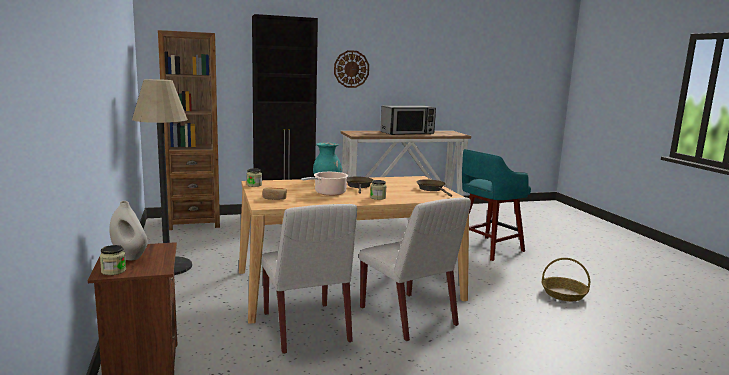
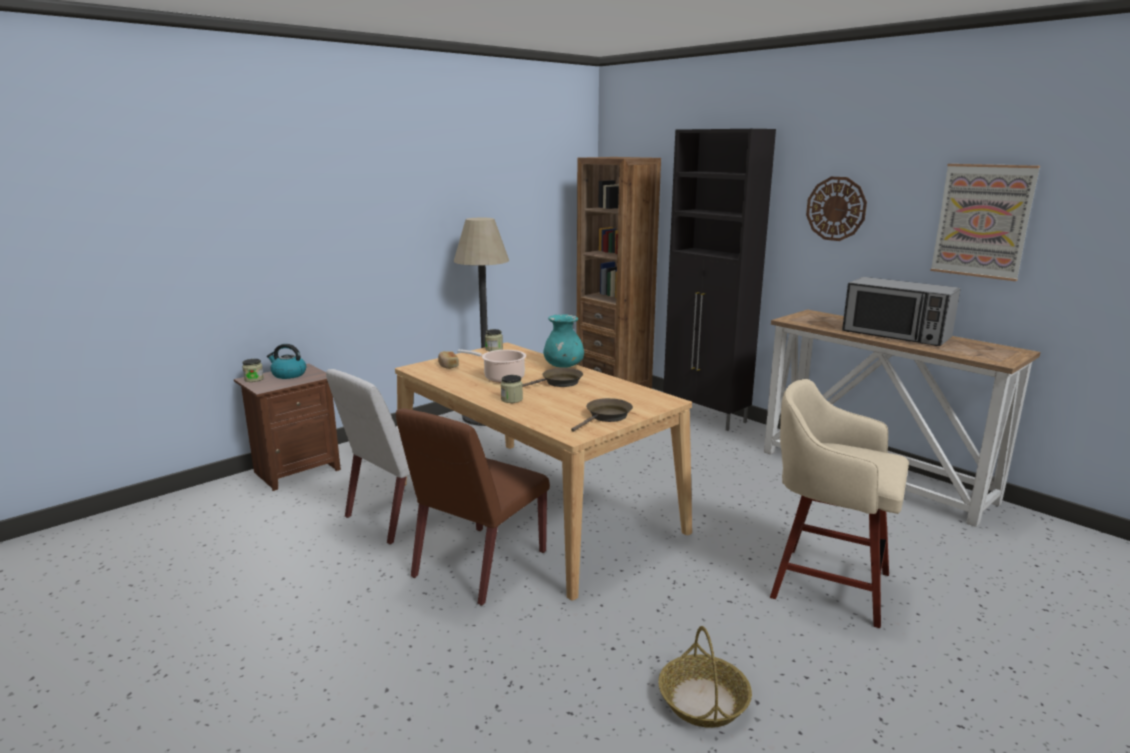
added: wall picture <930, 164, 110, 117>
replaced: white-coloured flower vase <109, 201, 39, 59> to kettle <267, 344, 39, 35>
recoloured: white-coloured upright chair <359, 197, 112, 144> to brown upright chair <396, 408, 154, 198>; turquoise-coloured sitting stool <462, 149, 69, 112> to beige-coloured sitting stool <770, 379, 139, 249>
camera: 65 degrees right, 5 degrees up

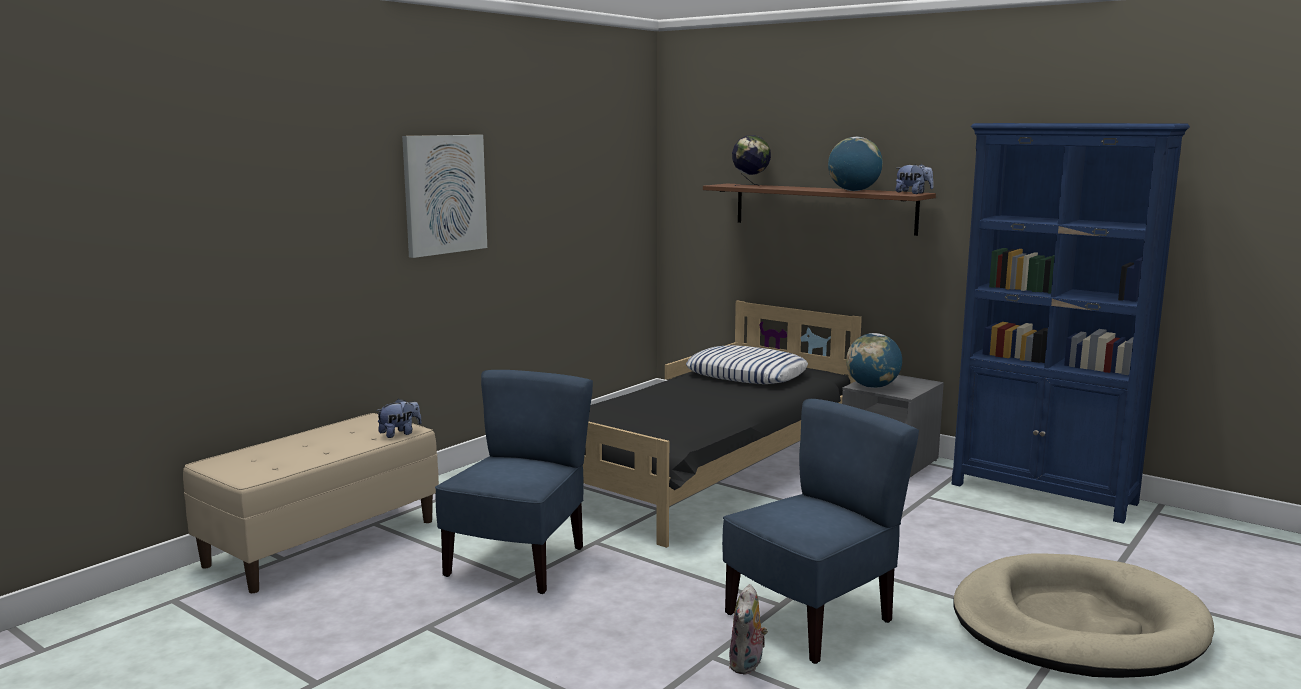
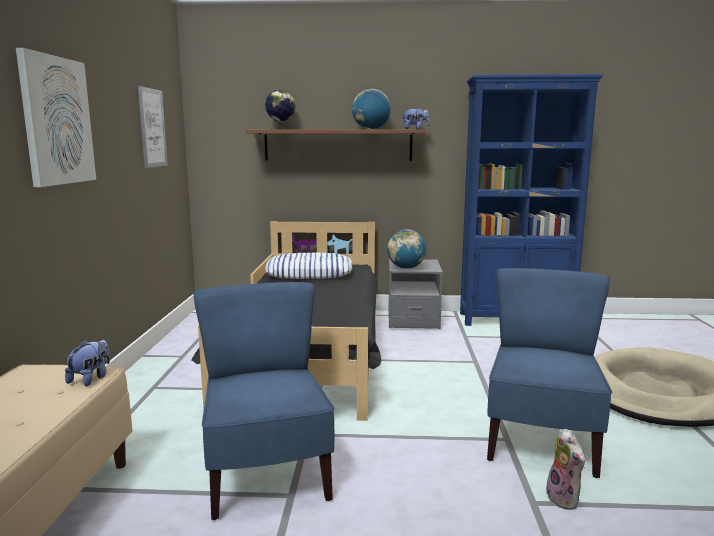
added: wall picture <138, 86, 30, 82>
camera: 35 degrees left, 0 degrees up

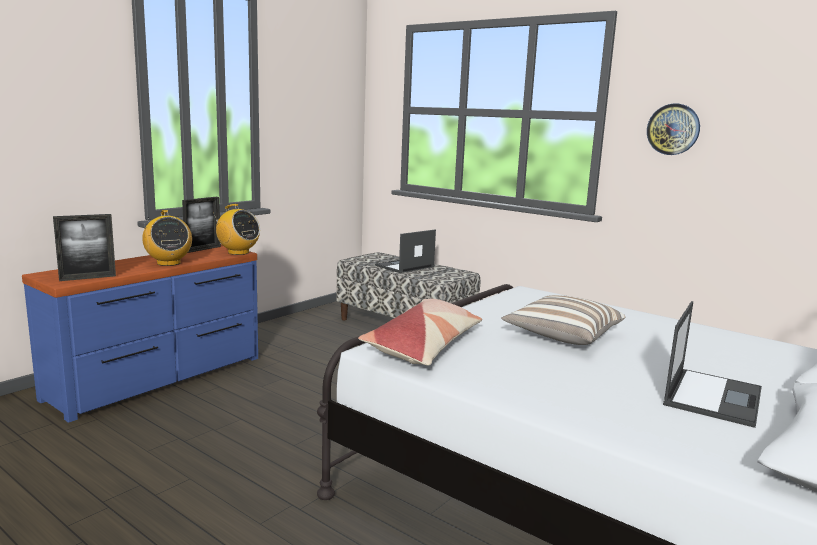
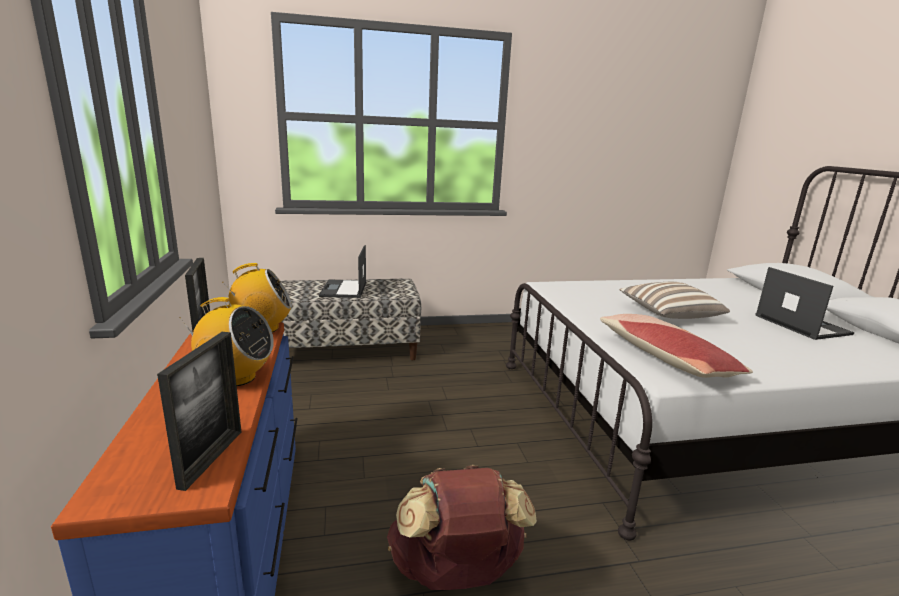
removed: hanging clock <647, 104, 53, 51>
added: brown rucksack <387, 465, 150, 125>
camera: 50 degrees left, 5 degrees up

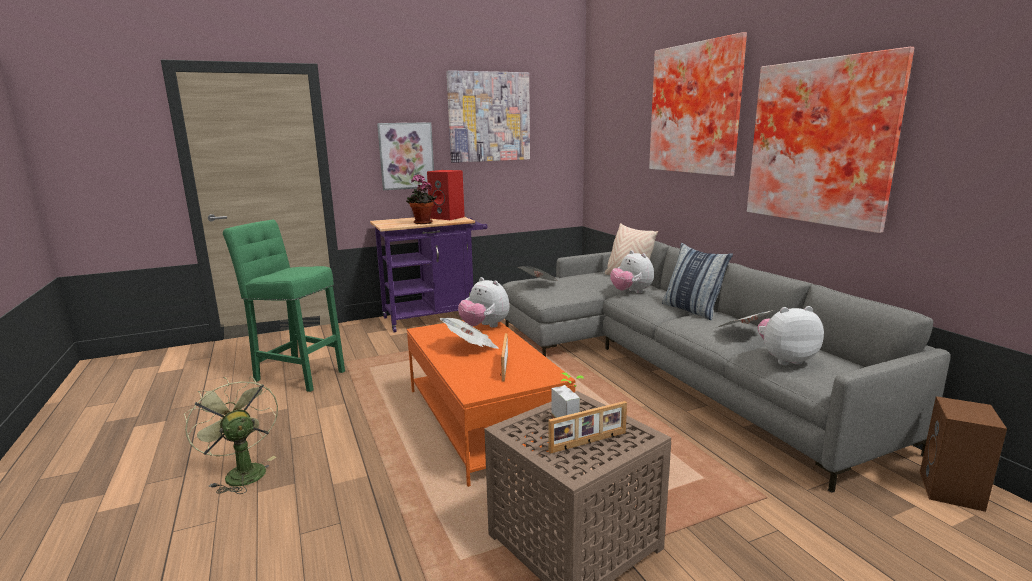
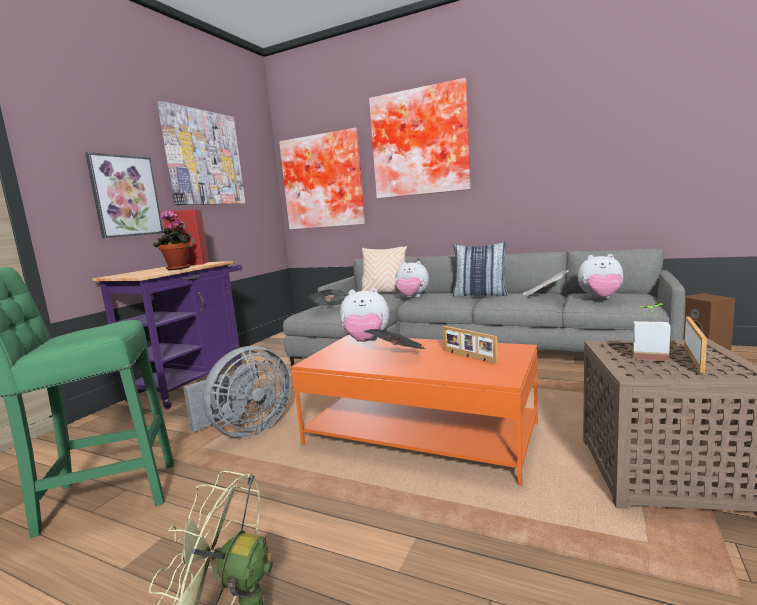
added: grey electric fan <183, 346, 108, 92>
moved: wall picture <747, 47, 167, 186> to <279, 128, 86, 101>
turned: plush toy <758, 306, 66, 59> = <578, 254, 45, 44> 120 degrees counterclockwise
camera: 40 degrees left, 5 degrees down

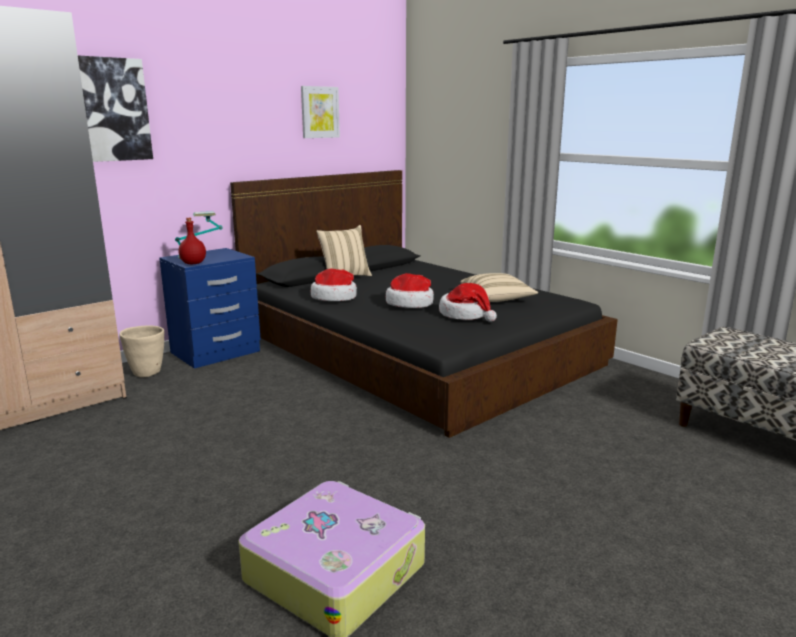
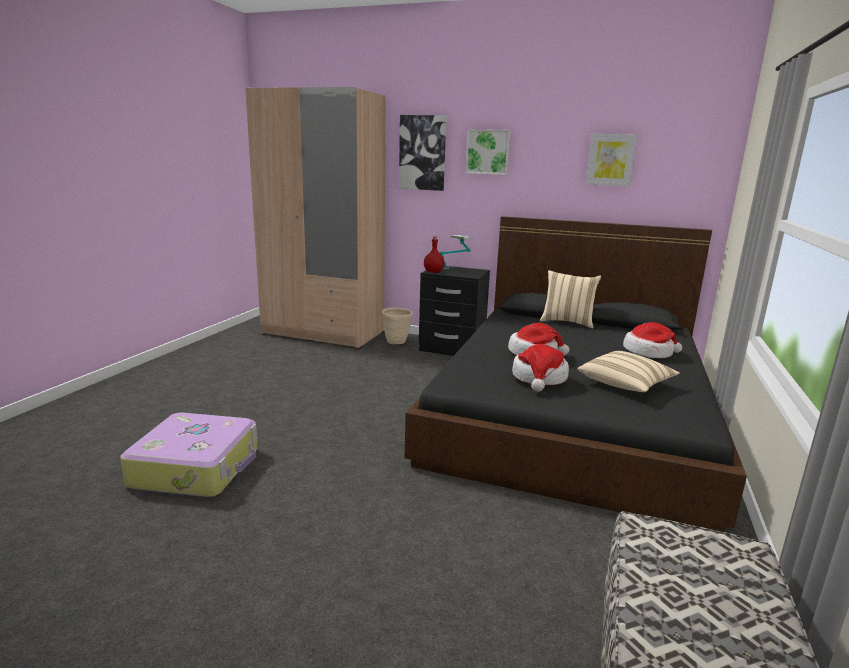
added: wall picture <466, 129, 45, 46>
moved: clothing hat <311, 268, 46, 33> to <623, 322, 59, 36>
recoloured: blue-coloured nightstand <159, 248, 102, 121> to blackish nightstand <419, 266, 71, 90>
camera: 60 degrees right, 0 degrees up

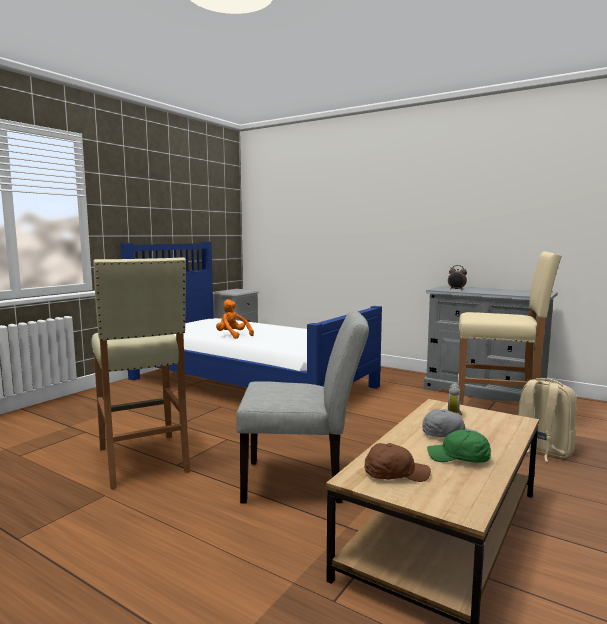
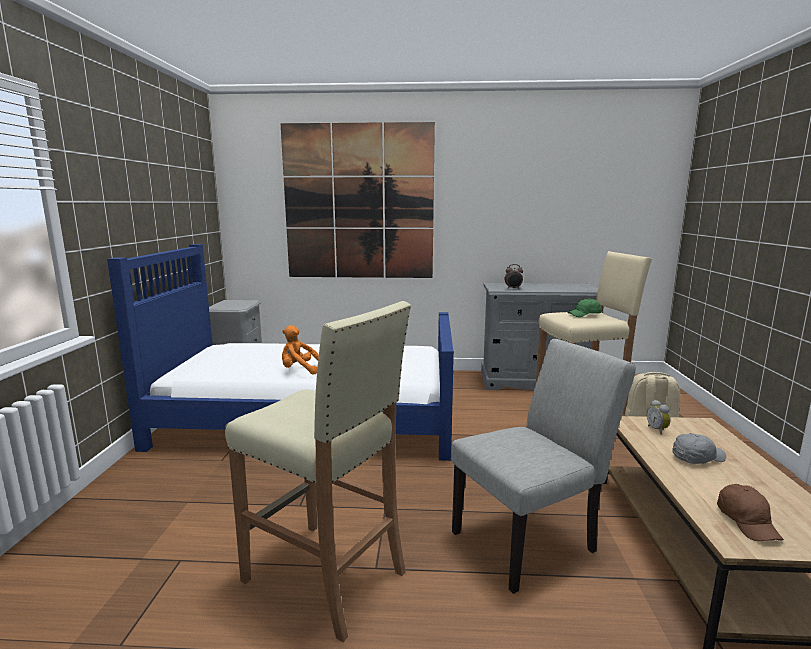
added: wall picture <281, 122, 154, 156>
moved: greenish cap <427, 430, 64, 33> to <567, 299, 34, 18>
turned: brown cap <364, 443, 67, 39> = <717, 484, 67, 57> 120 degrees clockwise
camera: 30 degrees left, 5 degrees up

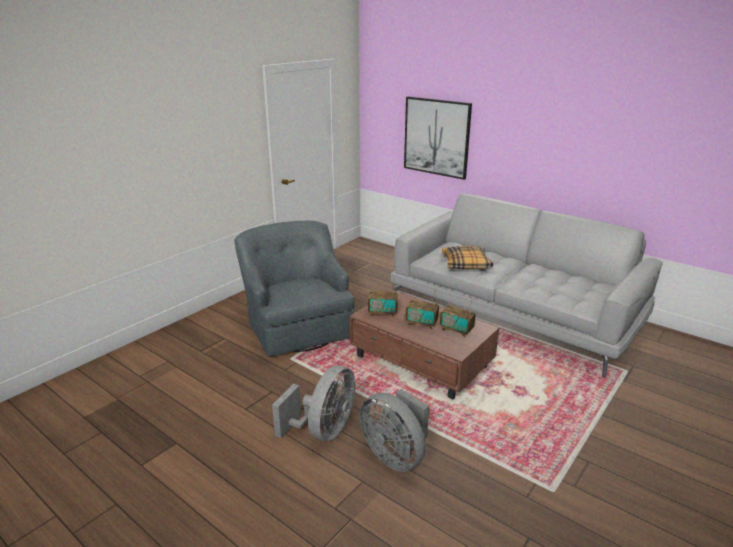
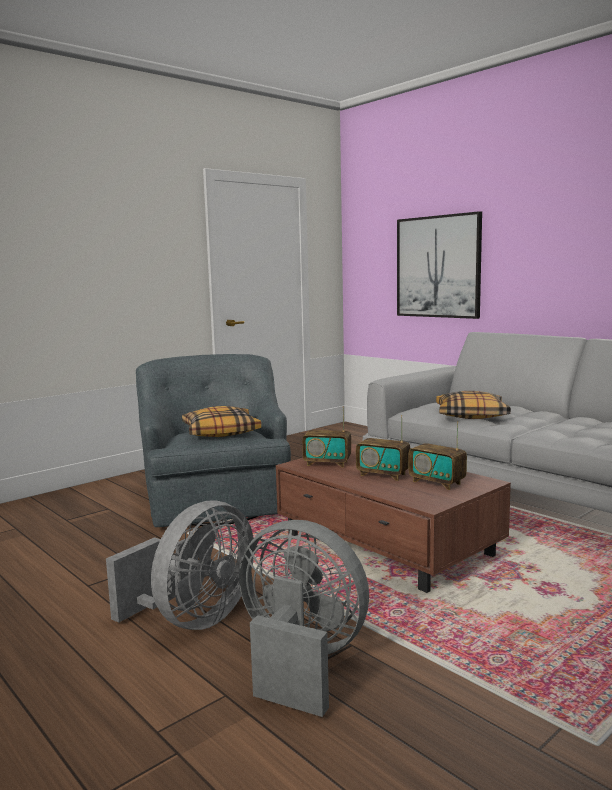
added: cushion <182, 406, 79, 31>
turned: grey electric fan <360, 389, 69, 83> = <239, 520, 130, 197> 150 degrees clockwise
camera: 10 degrees right, 15 degrees down

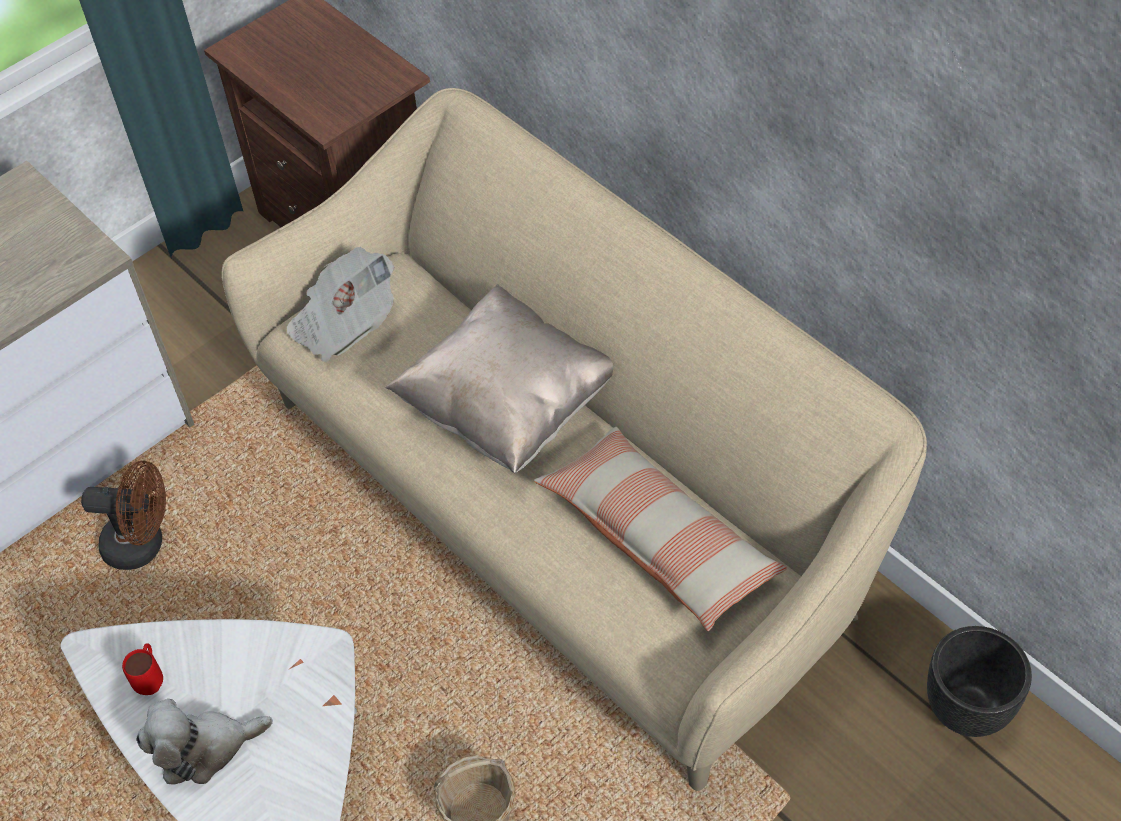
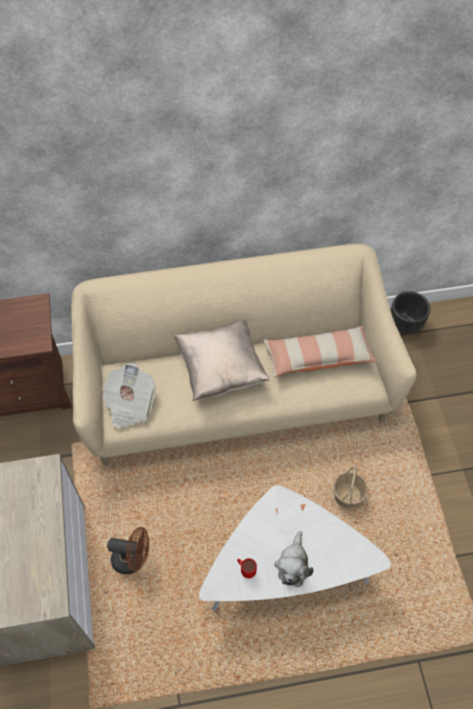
turned: brown electric fan <81, 461, 85, 109> = <107, 527, 42, 47> 60 degrees clockwise
camera: 60 degrees left, 5 degrees up

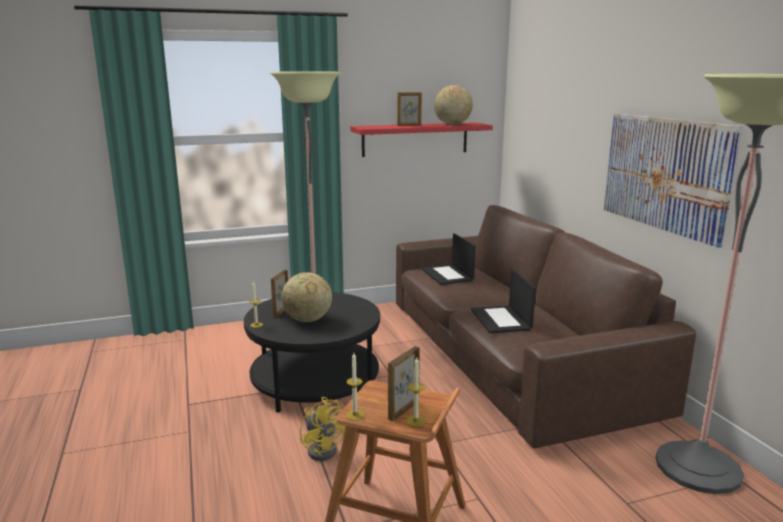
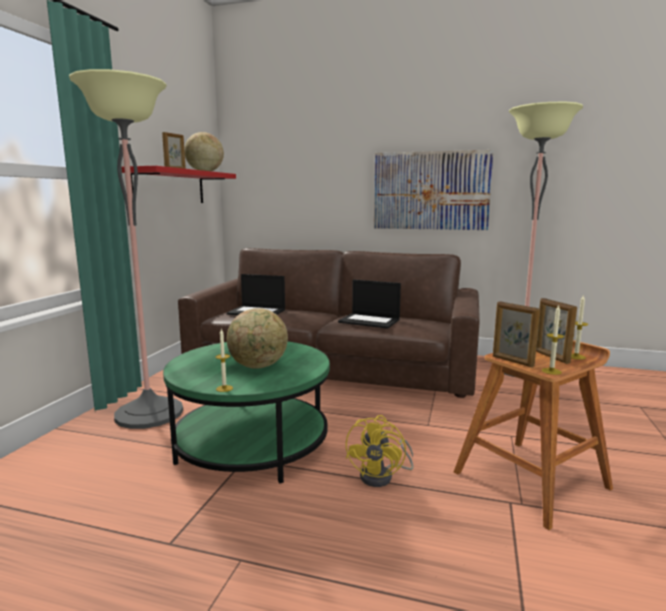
moved: standing frame <271, 270, 17, 47> to <493, 301, 47, 66>
recoloured: blackish lounge table <244, 292, 136, 121> to greenish lounge table <163, 341, 167, 142>
turned: yellow-coloured electric fan <300, 397, 46, 64> = <346, 415, 68, 72> 105 degrees clockwise
camera: 55 degrees left, 5 degrees down

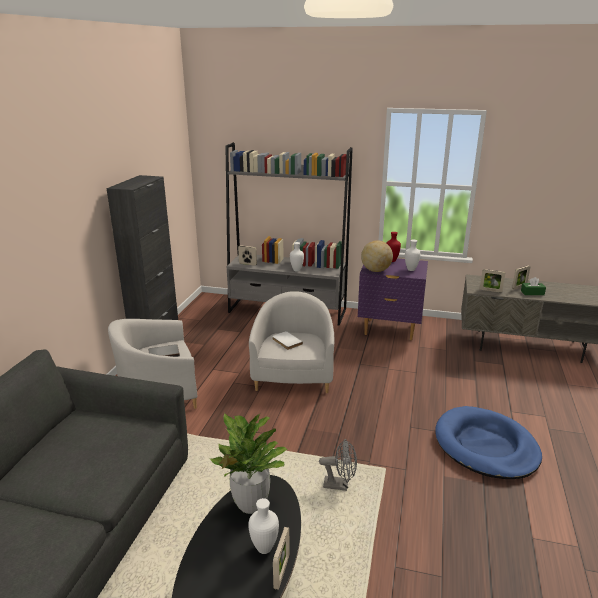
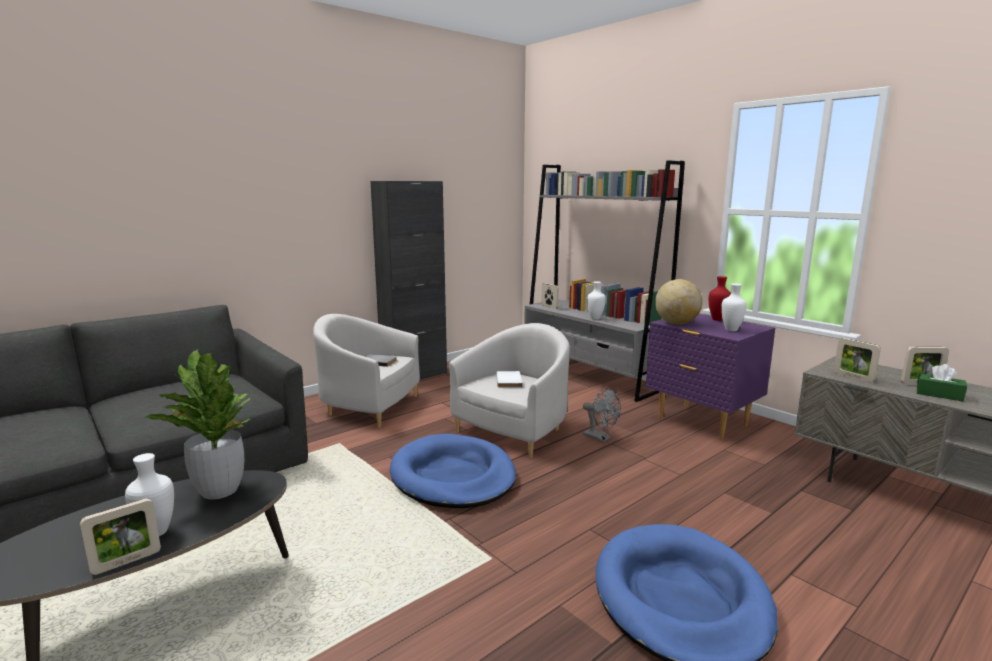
added: blue-coloured dog cushion <390, 434, 126, 74>
moved: grey electric fan <319, 439, 38, 52> to <583, 388, 38, 54>
camera: 35 degrees right, 10 degrees down

